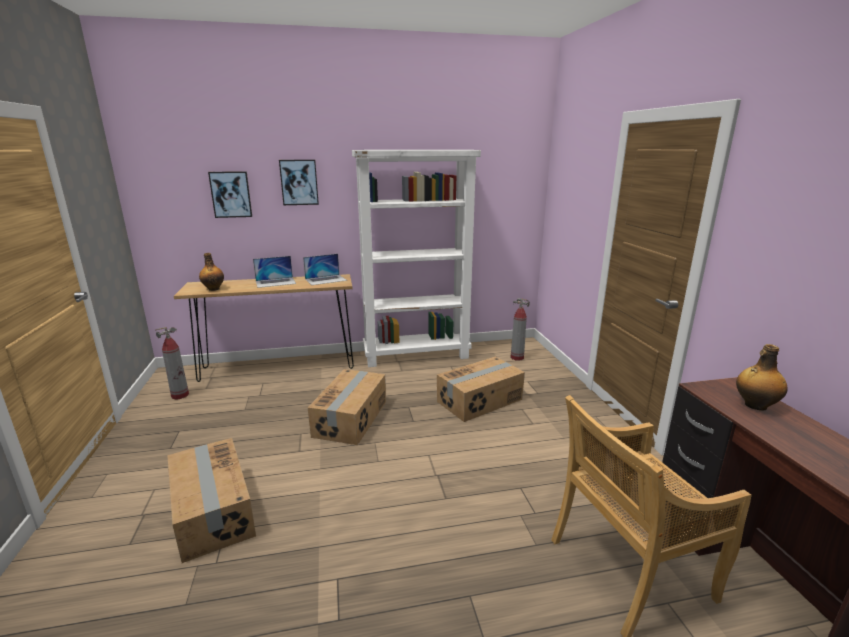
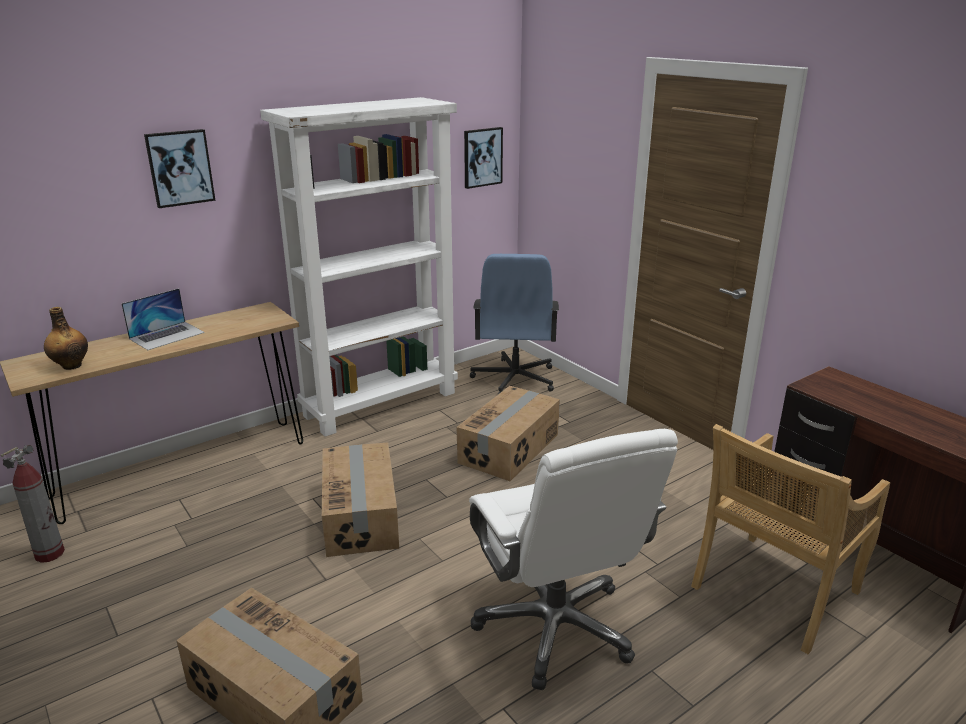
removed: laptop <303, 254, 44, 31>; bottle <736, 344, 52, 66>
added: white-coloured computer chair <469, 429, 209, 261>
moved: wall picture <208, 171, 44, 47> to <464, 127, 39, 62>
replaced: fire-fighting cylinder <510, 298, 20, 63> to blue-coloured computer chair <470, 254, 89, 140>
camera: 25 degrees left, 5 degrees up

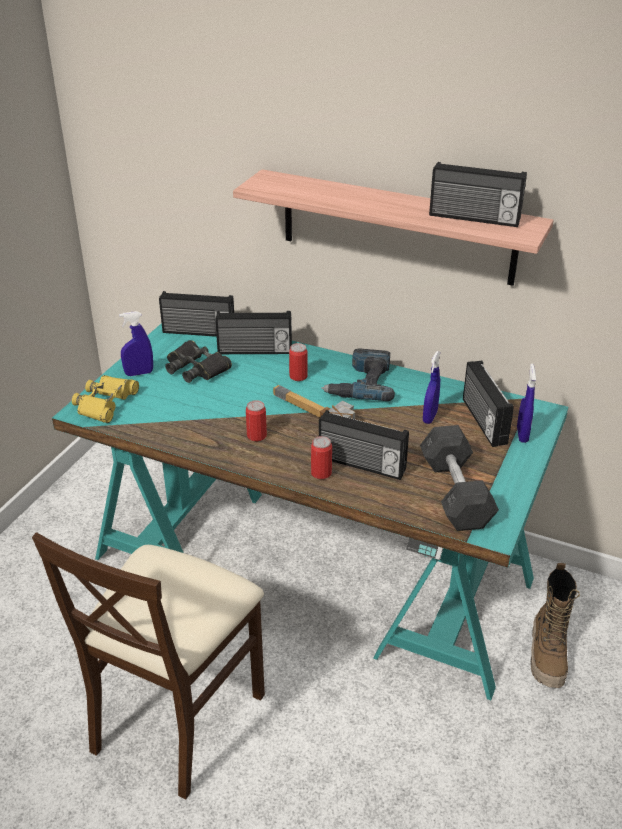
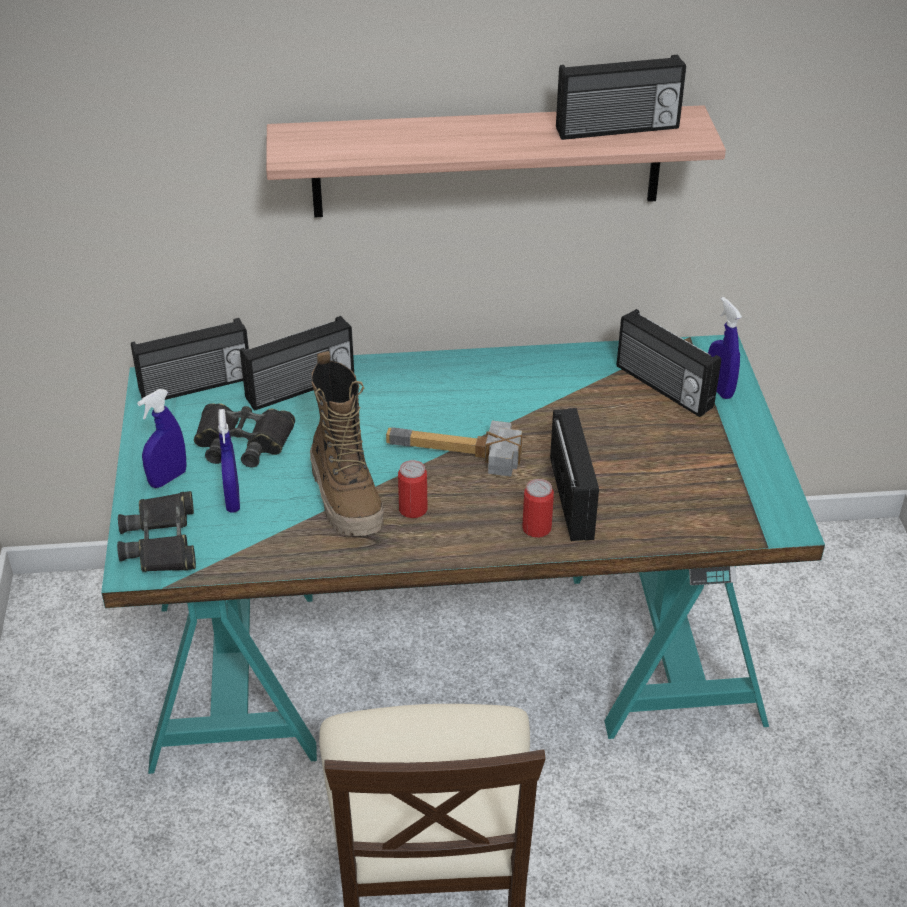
removed: metal can <289, 343, 19, 38>; drill <321, 348, 74, 53>; grey dumbbell <420, 425, 79, 106>
moved: blue-coloured hand sprayer <423, 351, 18, 73> to <218, 409, 22, 103>; tall boot <531, 563, 49, 125> to <310, 351, 74, 185>
recoloured: yellow-coloured binoculars <72, 375, 67, 48> to blackish binoculars <117, 491, 79, 81>
turned: radio <319, 410, 90, 70> = <550, 408, 49, 133> 90 degrees counterclockwise
camera: 30 degrees left, 5 degrees up

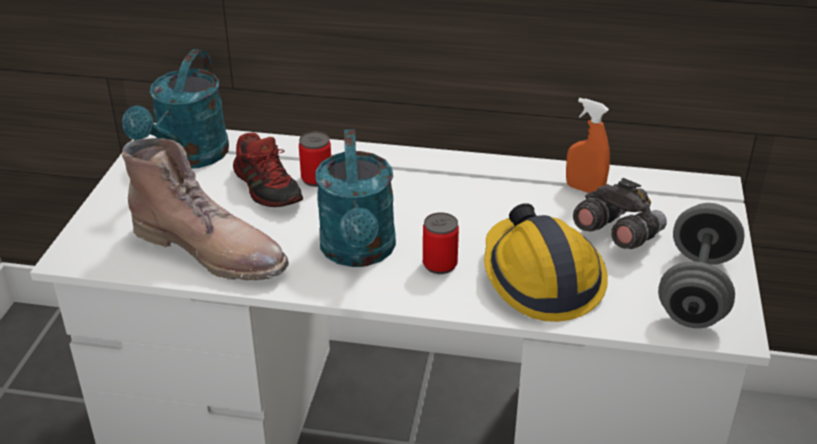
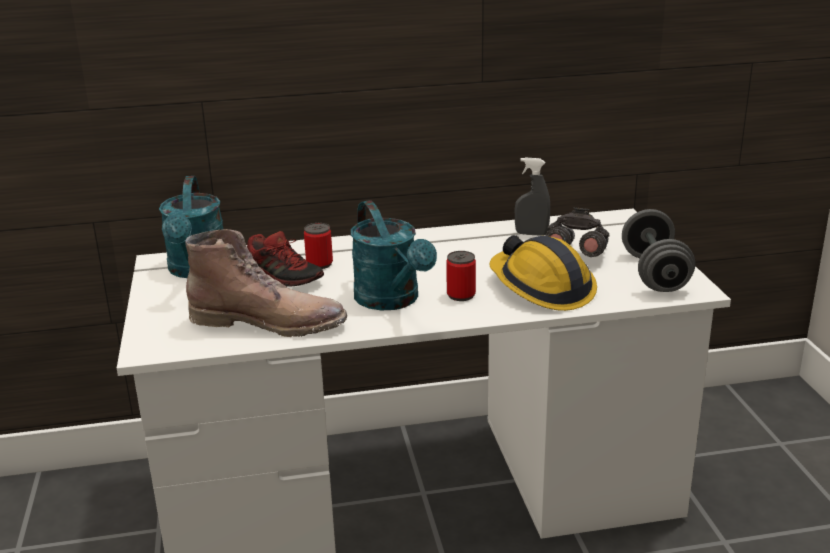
recoloured: orangey hand sprayer <566, 98, 44, 95> to grey hand sprayer <515, 157, 35, 79>
camera: 20 degrees left, 10 degrees down

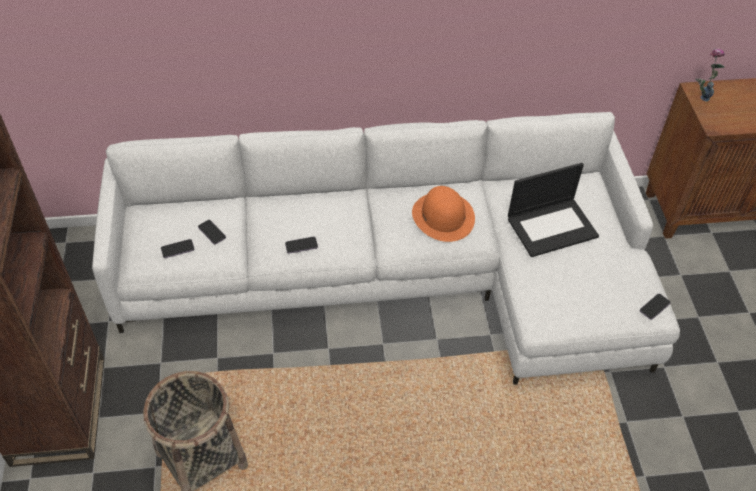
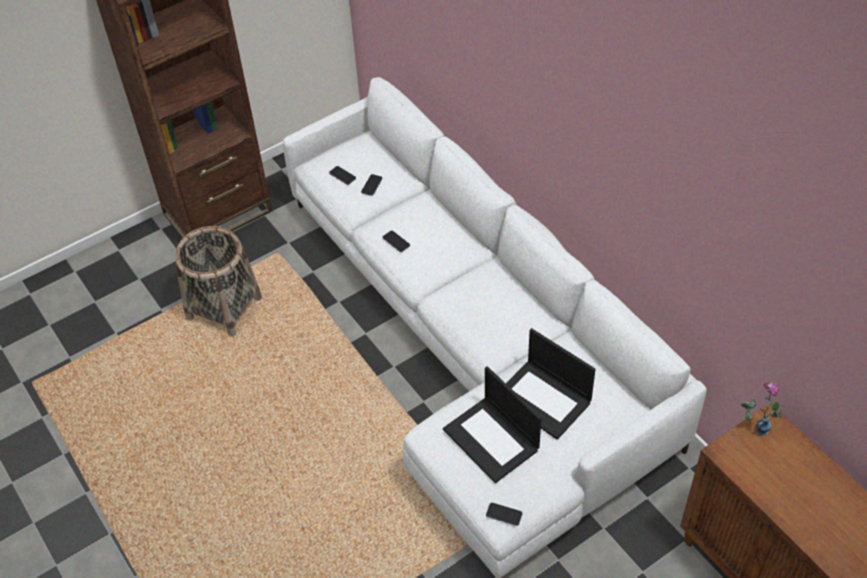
removed: orangey clothing hat <412, 186, 63, 56>
added: laptop <443, 366, 99, 117>
camera: 65 degrees right, 0 degrees up

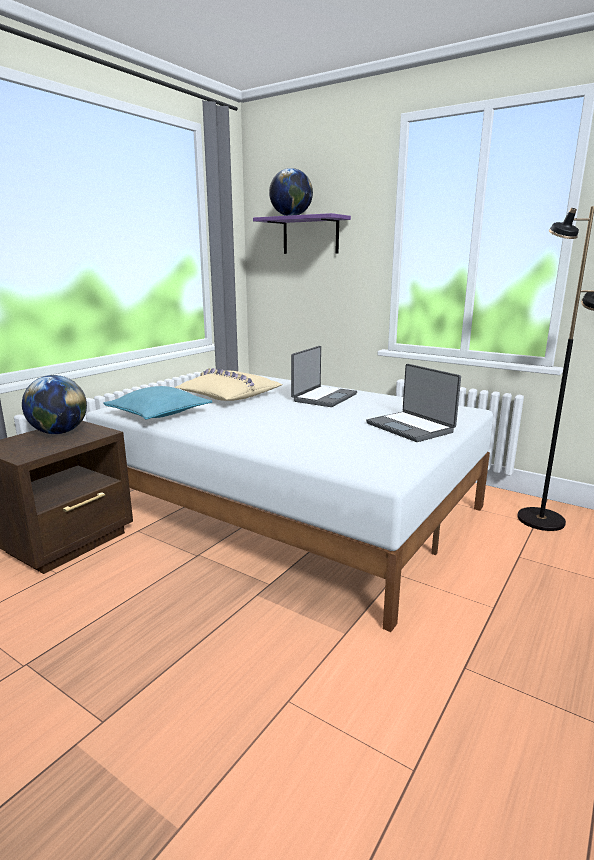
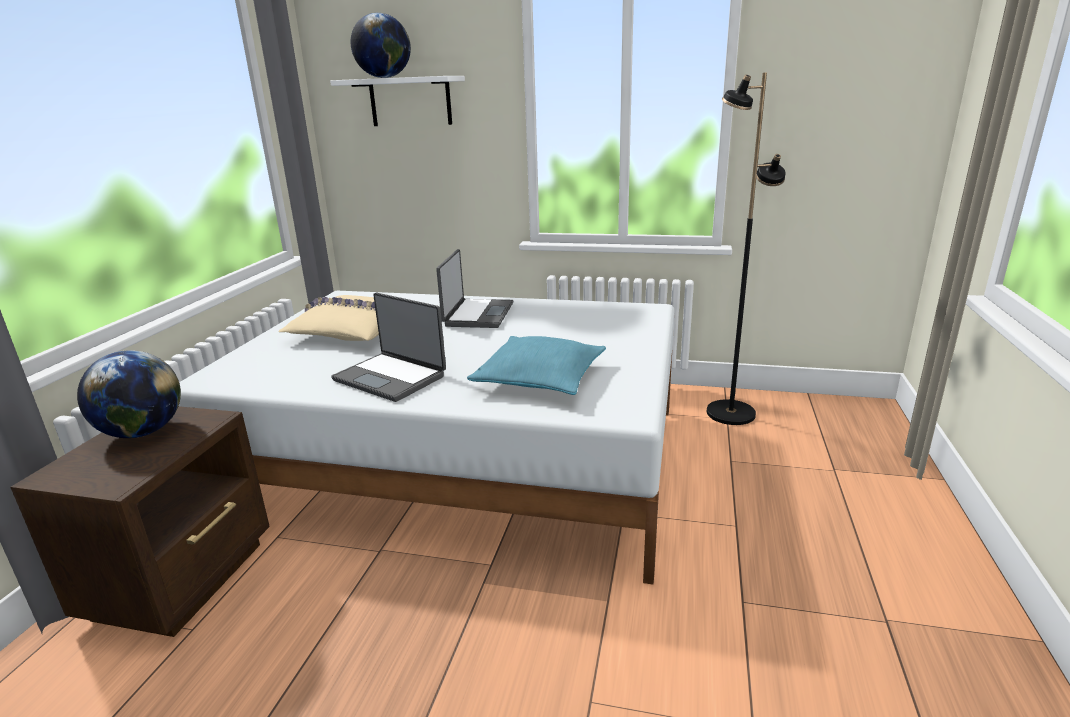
moved: turquoise-coloured cushion <104, 386, 108, 34> to <467, 336, 139, 59>; laptop <366, 364, 95, 78> to <331, 292, 115, 110>
recoloured: purplish bracket shelf <253, 213, 98, 41> to white-coloured bracket shelf <330, 76, 135, 50>
camera: 20 degrees left, 5 degrees up

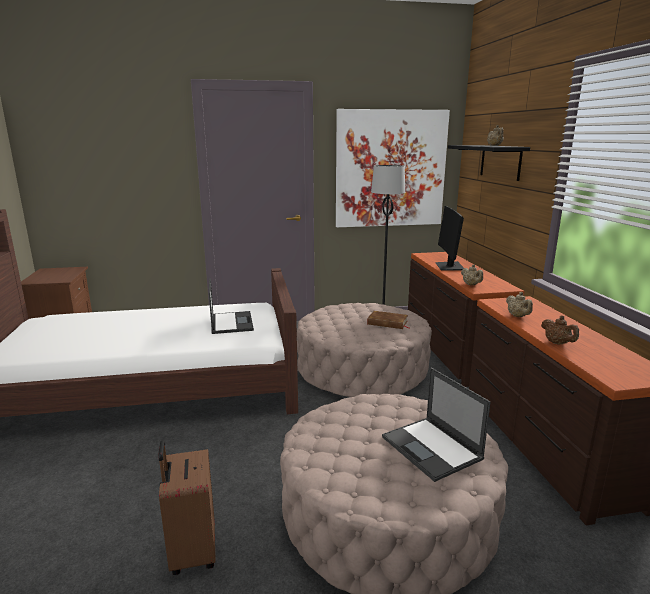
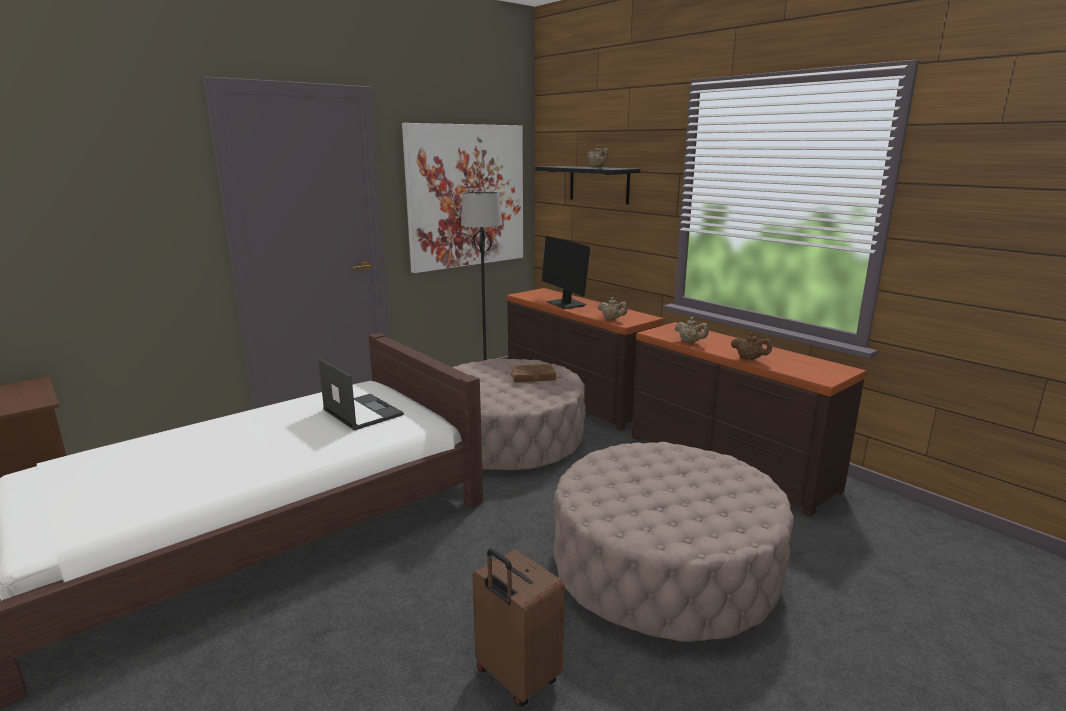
removed: laptop <382, 368, 109, 114>
camera: 30 degrees left, 0 degrees up

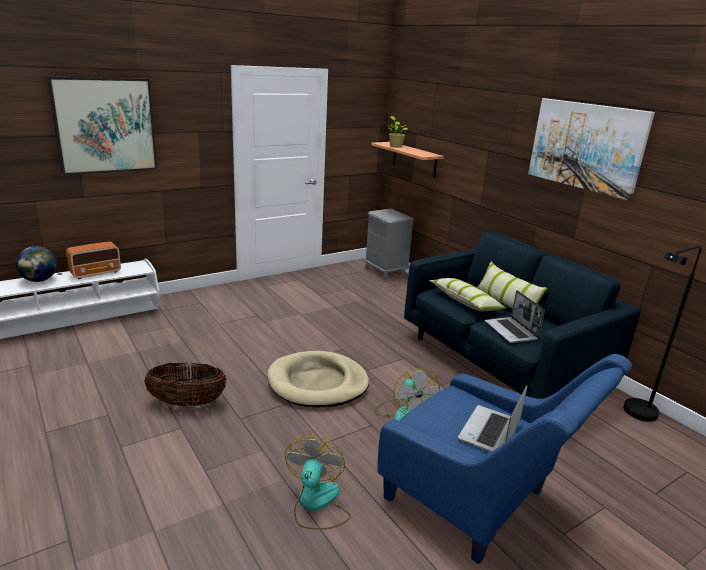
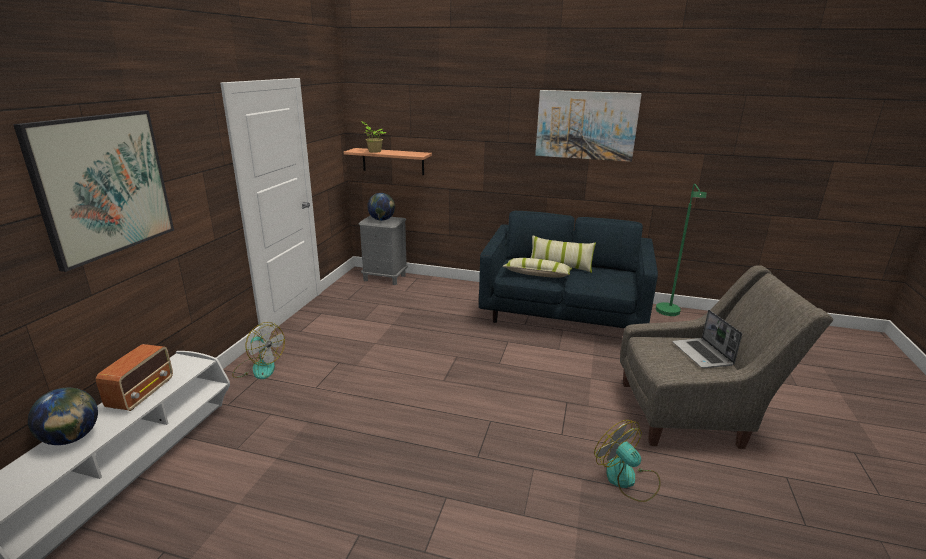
removed: household basket <144, 363, 82, 43>; beige-coloured dog cushion <267, 351, 102, 56>; laptop <485, 290, 60, 53>
added: globe <367, 193, 28, 28>
moved: electric fan <375, 368, 65, 53> to <232, 322, 53, 57>
recoloured: blue-coloured lounge chair <377, 354, 255, 210> to grey lounge chair <620, 265, 213, 184>; blackish standard lamp <623, 246, 79, 176> to greenish standard lamp <656, 184, 51, 132>
camera: 40 degrees left, 0 degrees up

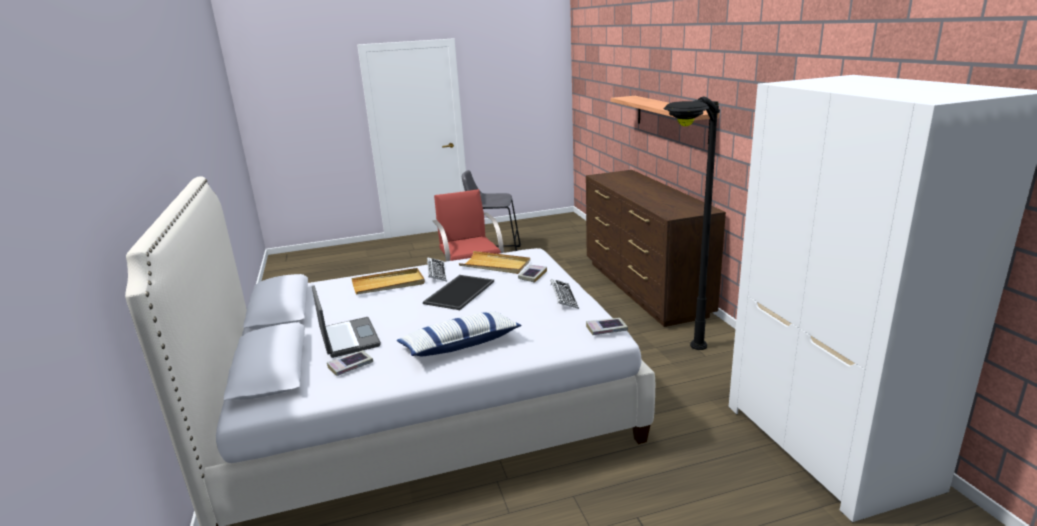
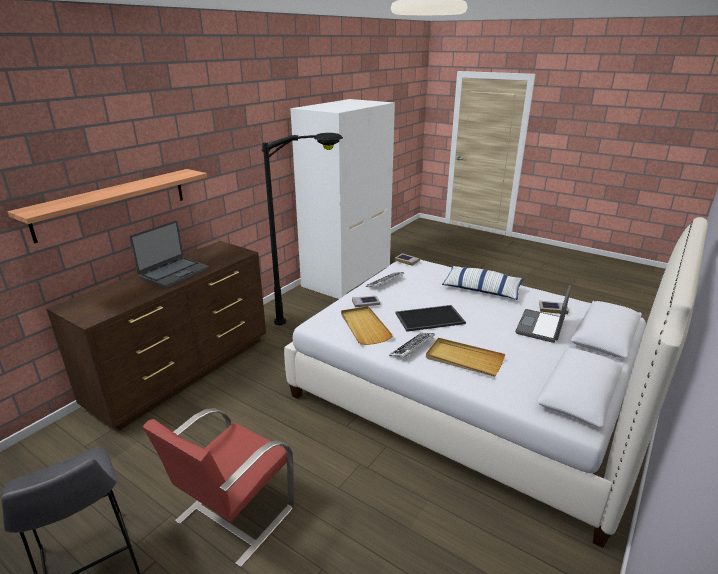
added: laptop <130, 221, 79, 67>
camera: 130 degrees left, 5 degrees up

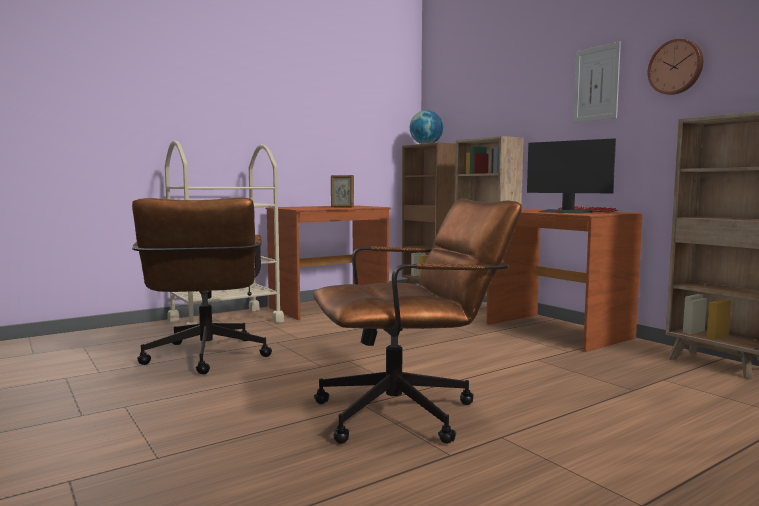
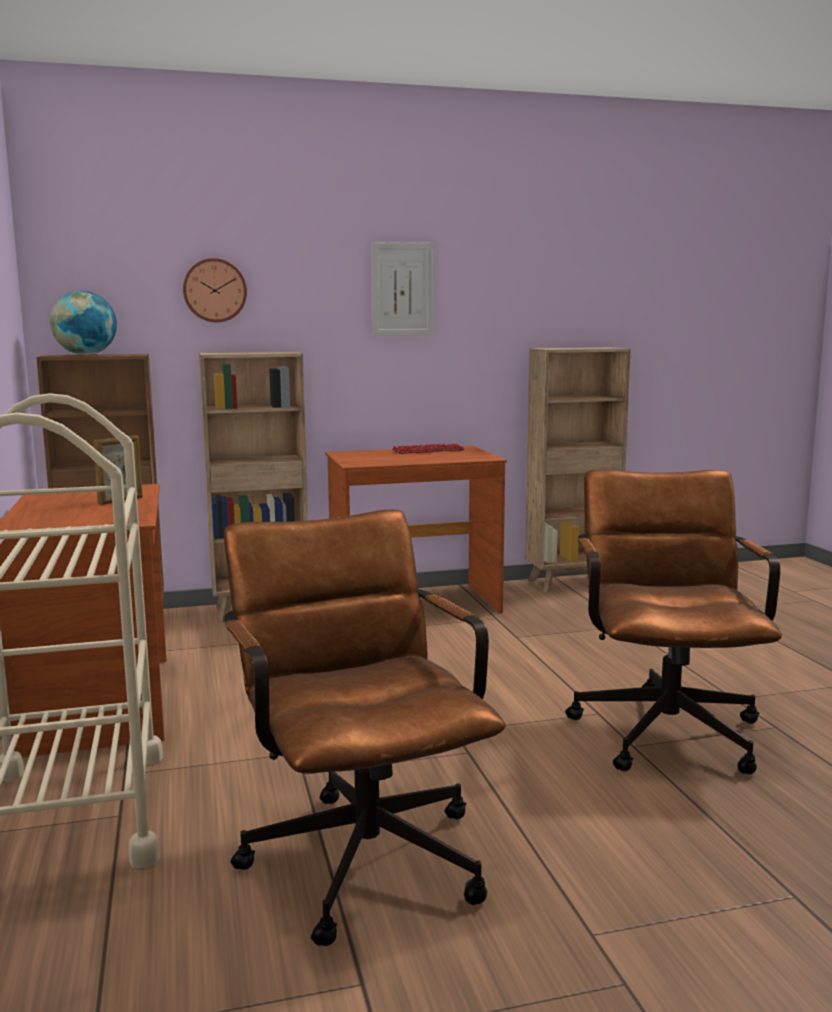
removed: monitor <527, 138, 89, 76>
moved: hanging clock <647, 39, 56, 56> to <183, 258, 64, 64>
turned: brown computer chair <132, 197, 140, 177> = <224, 509, 282, 437> 120 degrees counterclockwise
camera: 70 degrees left, 5 degrees up

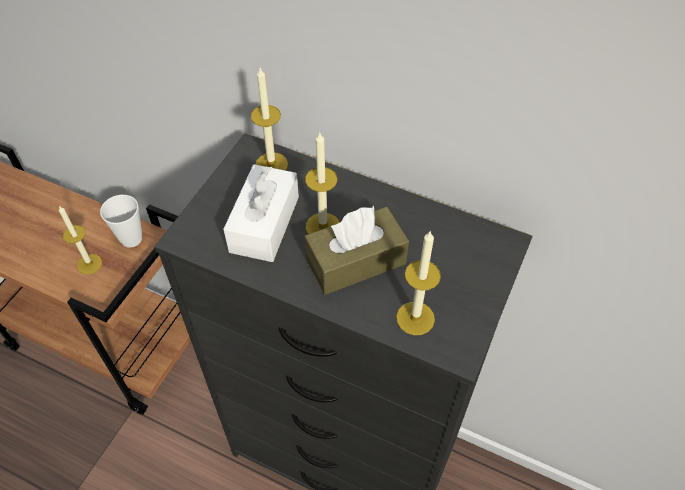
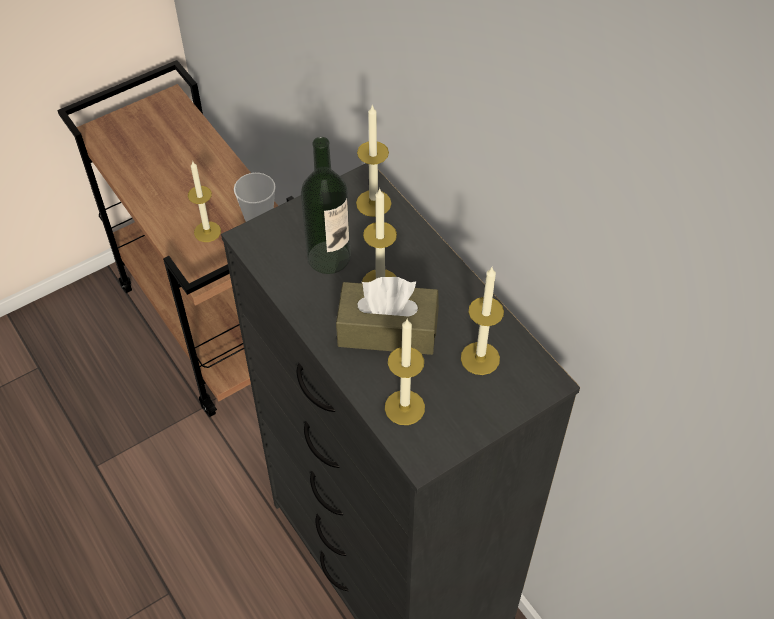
added: wax light <461, 267, 43, 108>
replaced: white-coloured box of tissues <223, 164, 76, 98> to bottle <301, 137, 50, 137>
camera: 30 degrees right, 0 degrees up

